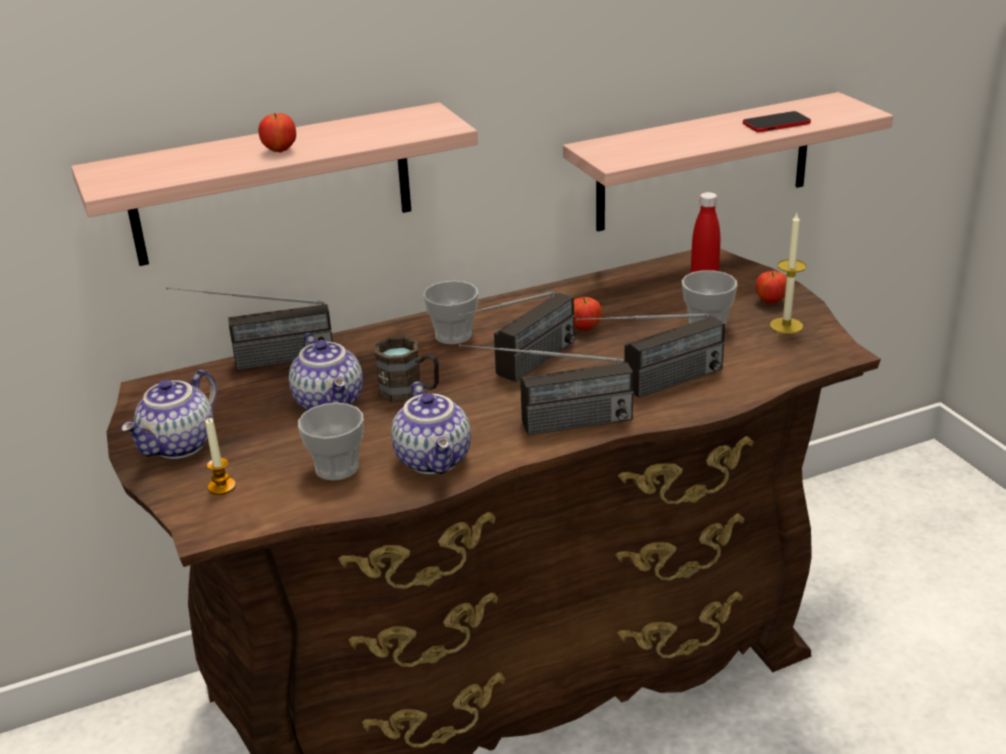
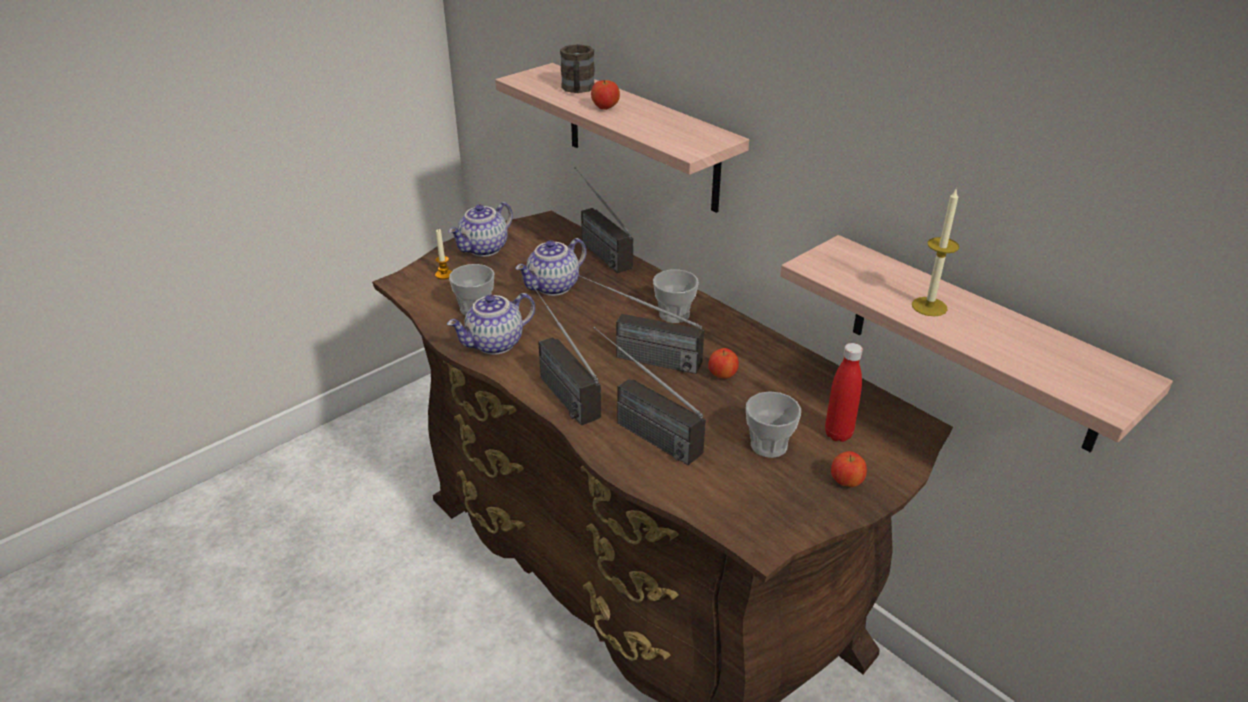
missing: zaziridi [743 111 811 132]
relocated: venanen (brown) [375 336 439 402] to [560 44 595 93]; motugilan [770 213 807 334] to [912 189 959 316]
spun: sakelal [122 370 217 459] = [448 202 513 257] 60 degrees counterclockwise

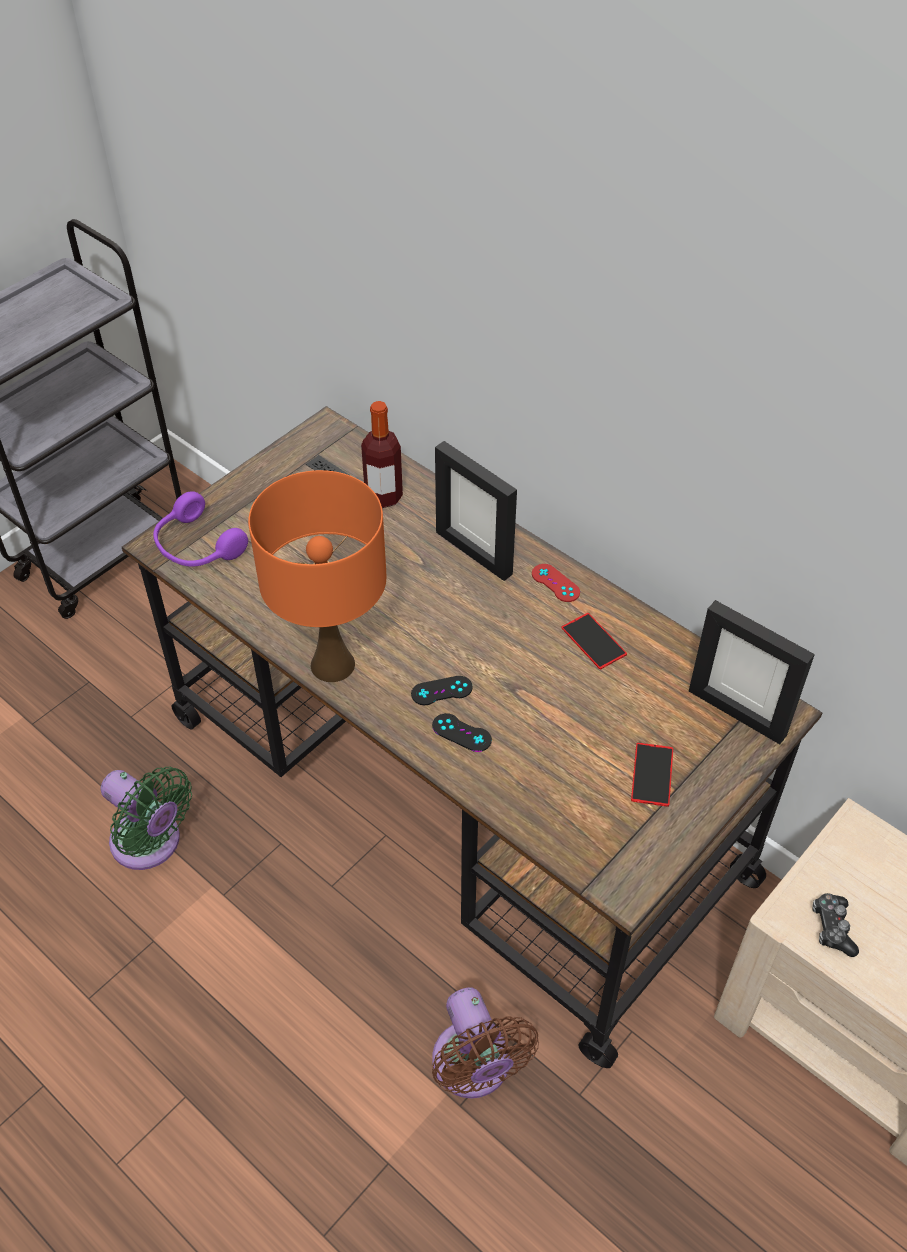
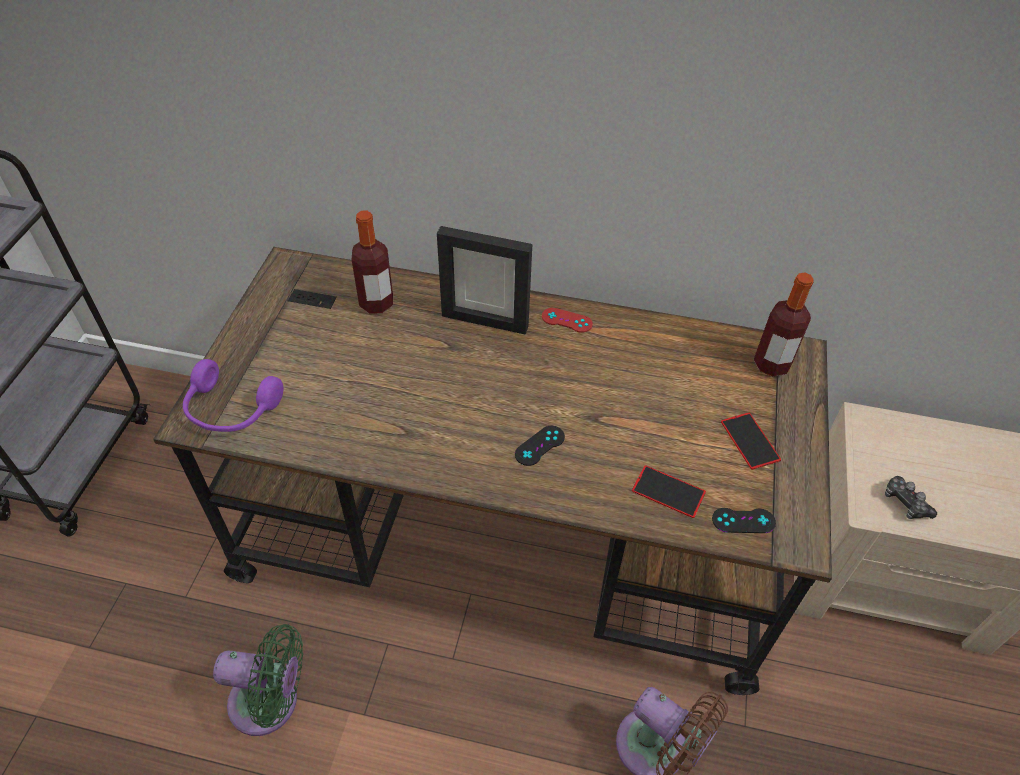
missing: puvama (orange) [248 470 387 682]
relocated: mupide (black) [432 713 492 752] to [712 508 776 533]; zaziridi [561 613 627 669] to [632 465 706 518]
exchanged: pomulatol [689 600 815 744] to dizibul [754 273 814 377]

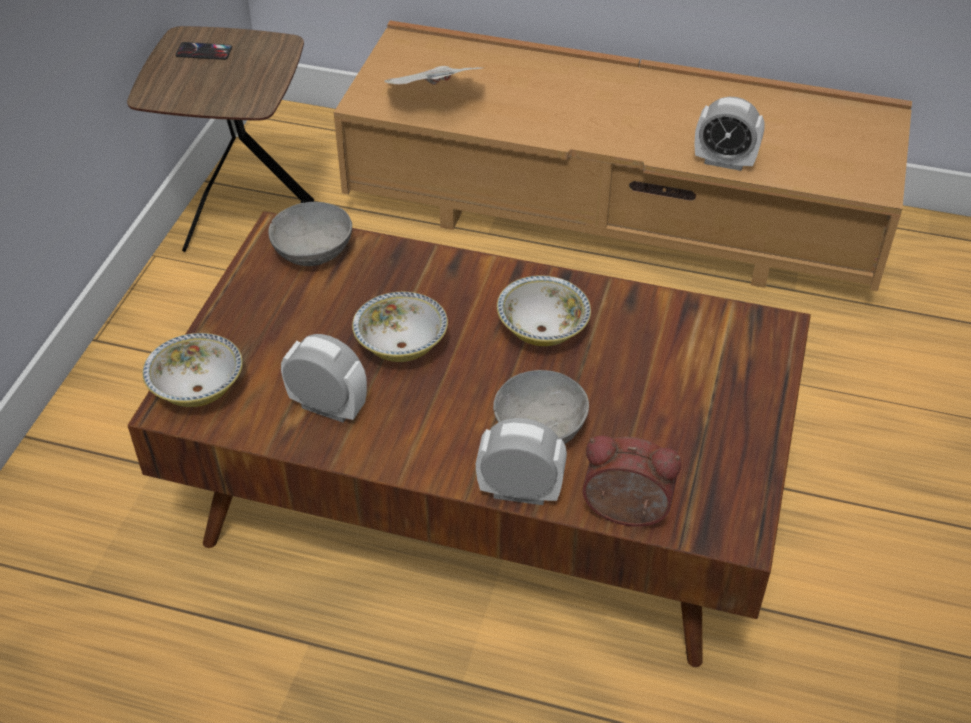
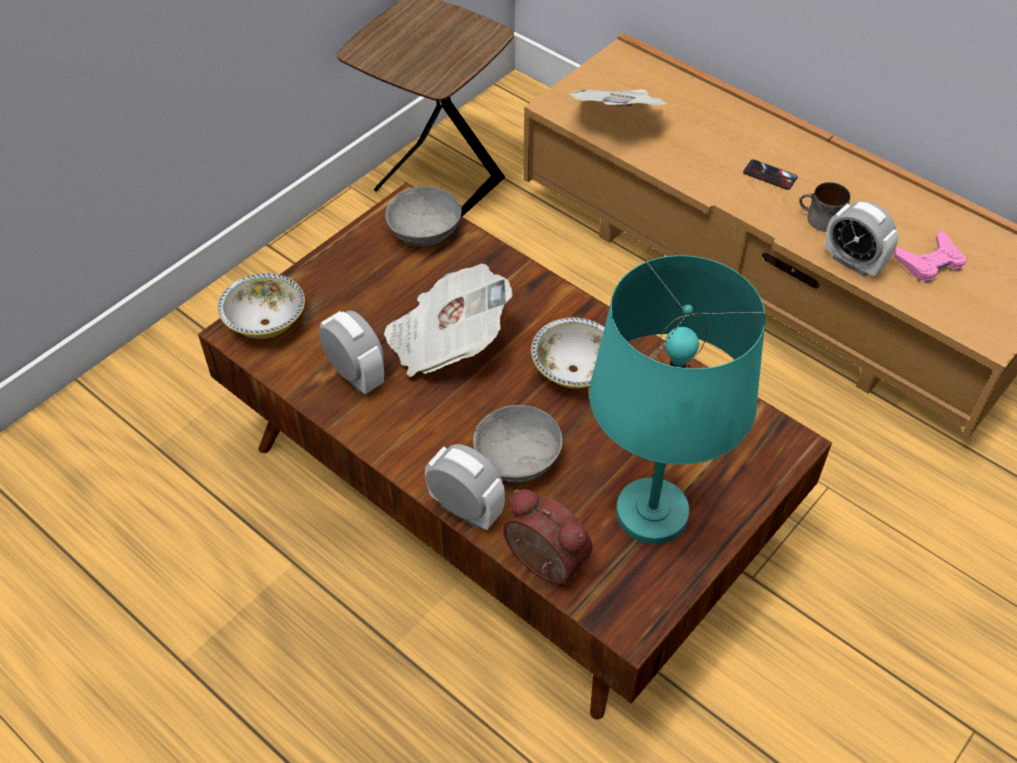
appeared: puvama (turquoise) [589 255 766 544]; venanen [799 182 851 232]; mupide (pink) [894 230 966 283]
relocated: zaziridi [176 42 232 60] to [743 159 797 190]
exchanged: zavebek [352 292 448 362] to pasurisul [384 264 512 377]

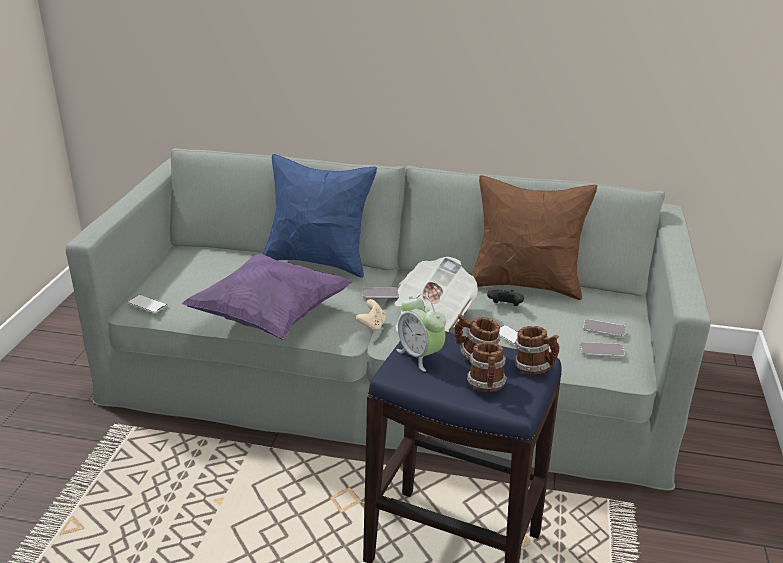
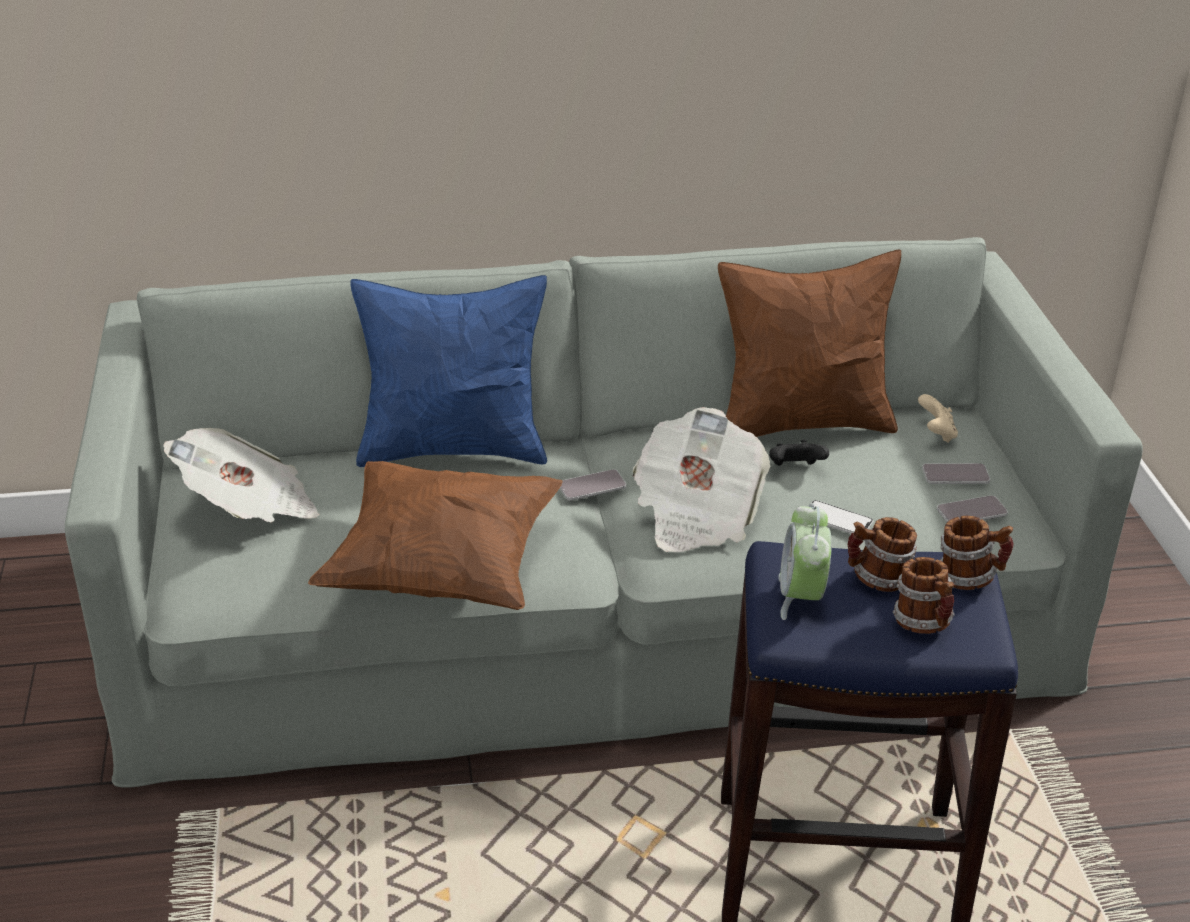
missing: zaziridi [127 294 168 313]
appeared: pasurisul [163 428 320 522]
relocated: mupide (beige) [356 299 386 333] to [918 394 958 443]
colour: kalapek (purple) [182 254 353 340] to kalapek (brown) [308 461 563 610]
spun: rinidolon [396 294 446 372] = [779 503 832 620] 60 degrees clockwise

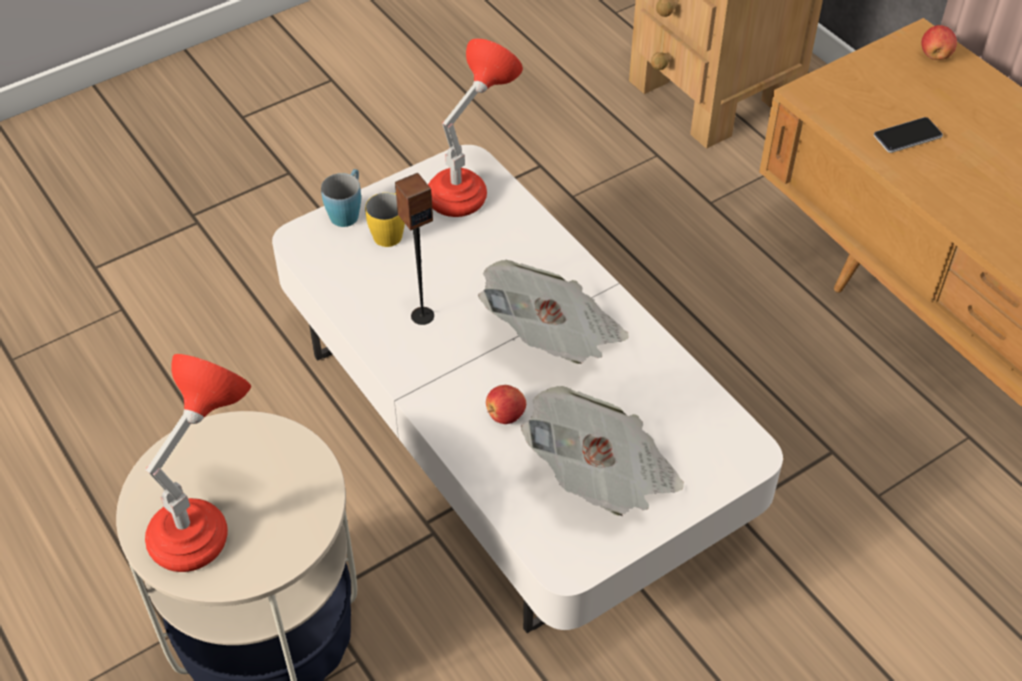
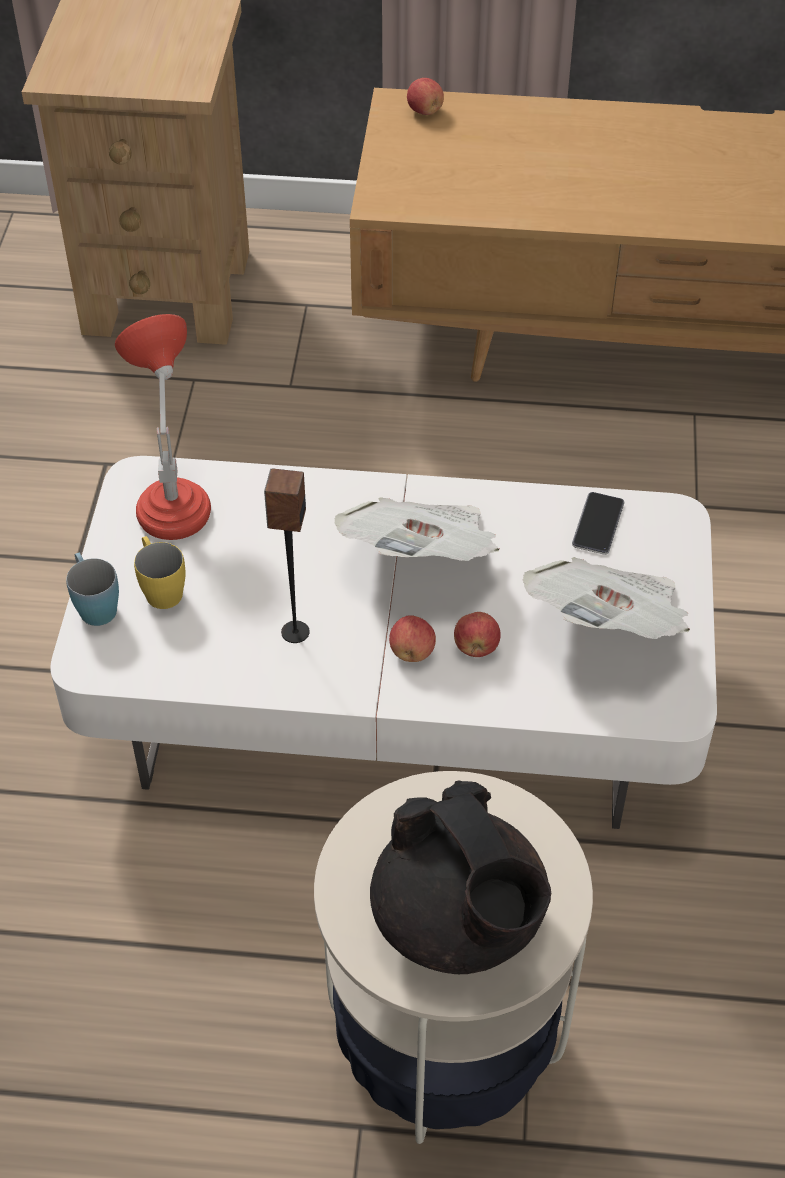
appeared: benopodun [389 615 436 662]
relocated: zaziridi [874 117 943 153] to [572 492 624 554]
exchanged: puvama (red) [145 354 251 572] to sakelal (black) [370 780 551 974]

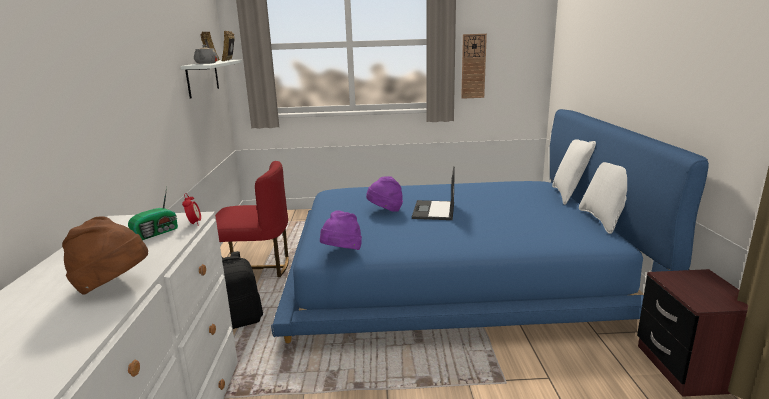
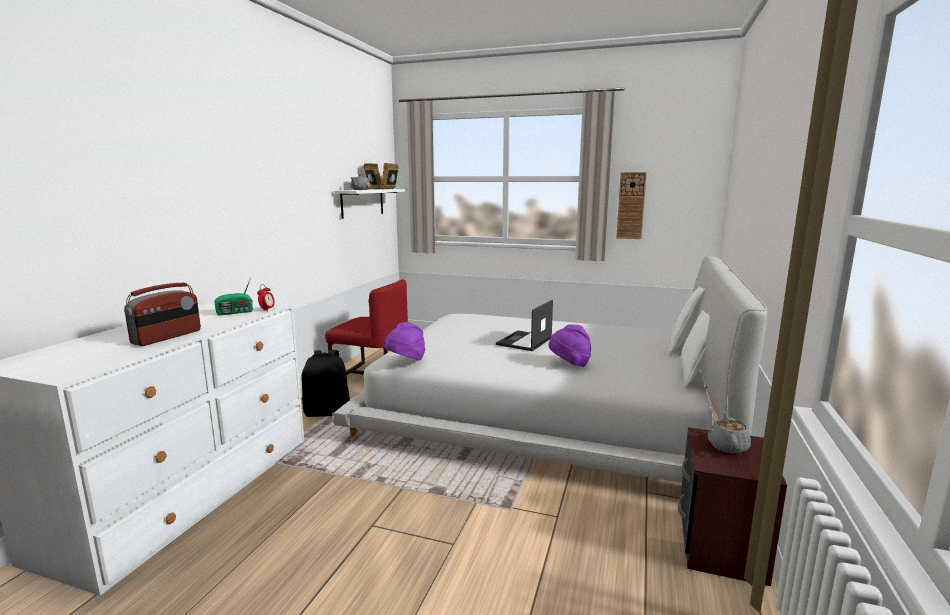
appeared: sakelal (grey) [708 411 751 454]
relocated: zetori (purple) [366 176 403 212] to [549 324 591 367]
exchanged: zetori (brown) [62 216 148 295] to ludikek [124 283 201 346]
colour: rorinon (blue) [271 109 709 343] to rorinon (white) [332 255 767 483]

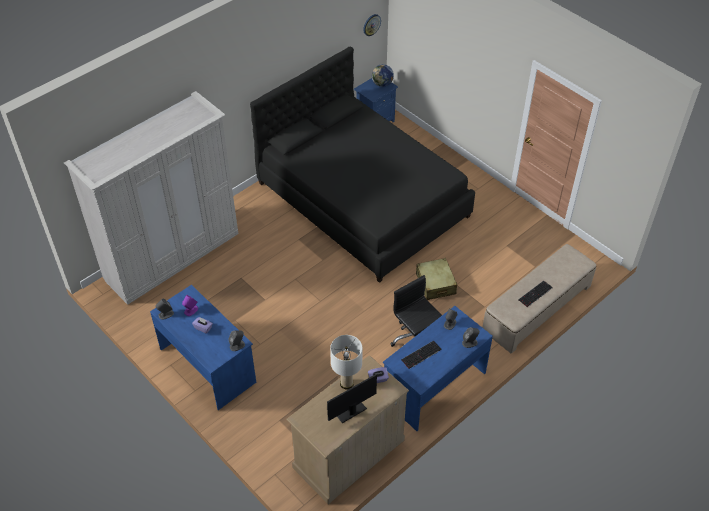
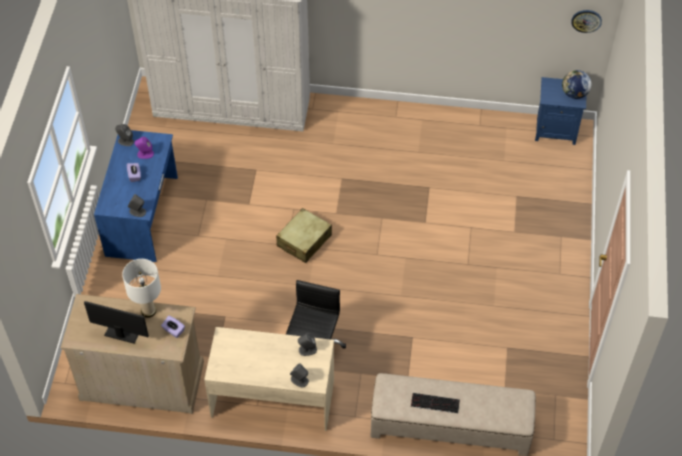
missing: rorinon (black) [250 47 475 283]; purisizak [401 340 442 369]
relocated: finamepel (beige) [416 258 457 300] to [276 208 332 263]
colour: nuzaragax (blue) [383 306 493 431] to nuzaragax (beige) [204 327 334 431]

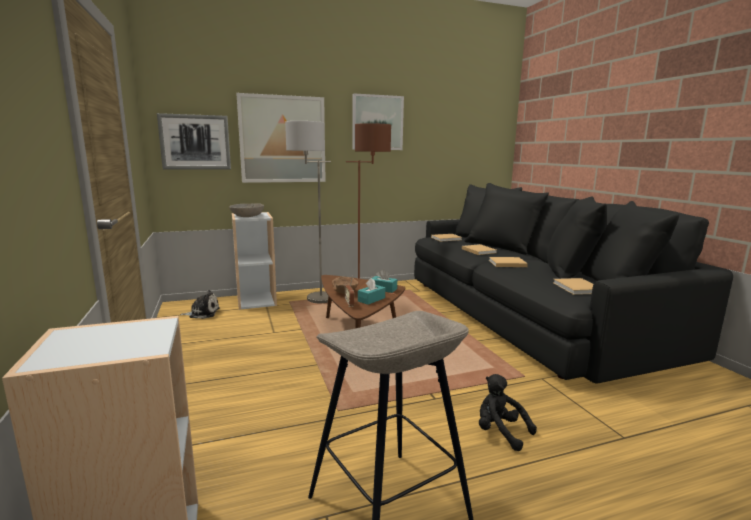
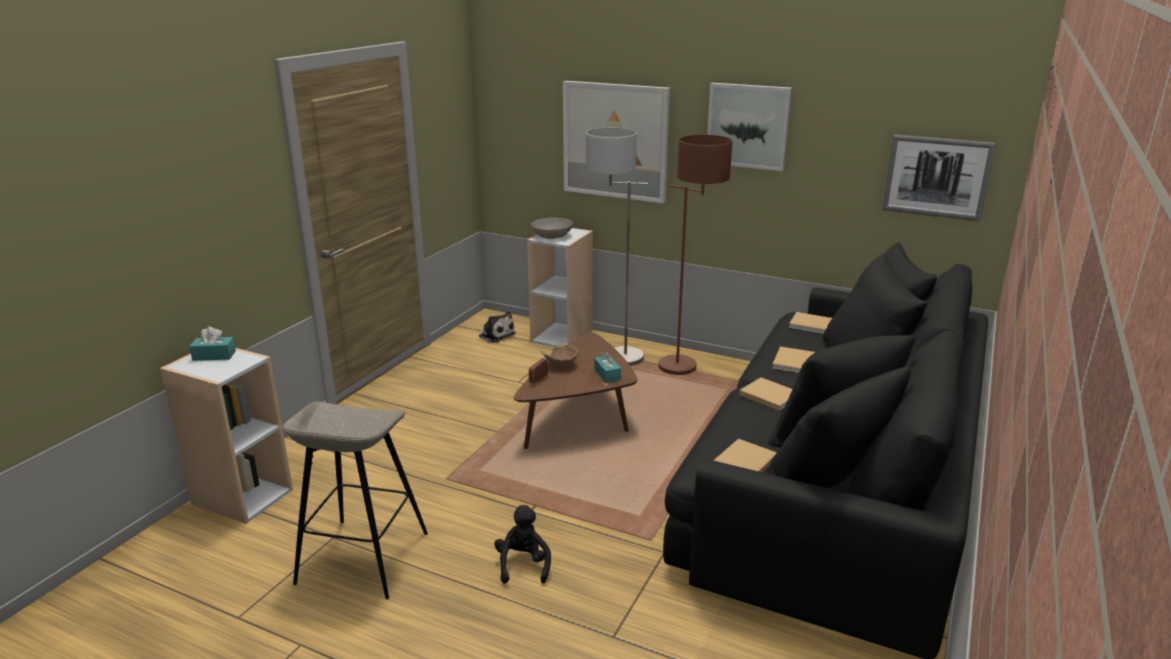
relocated: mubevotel [157 113 231 170] to [882 134 996 221]; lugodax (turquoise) [358 278 385 305] to [189 327 236 361]

